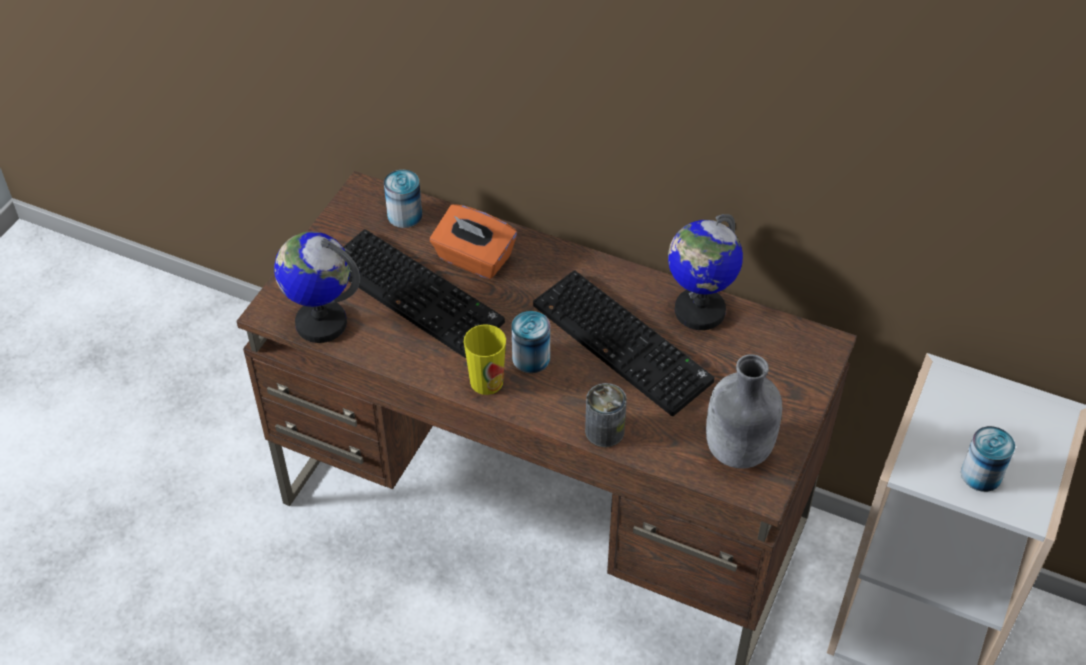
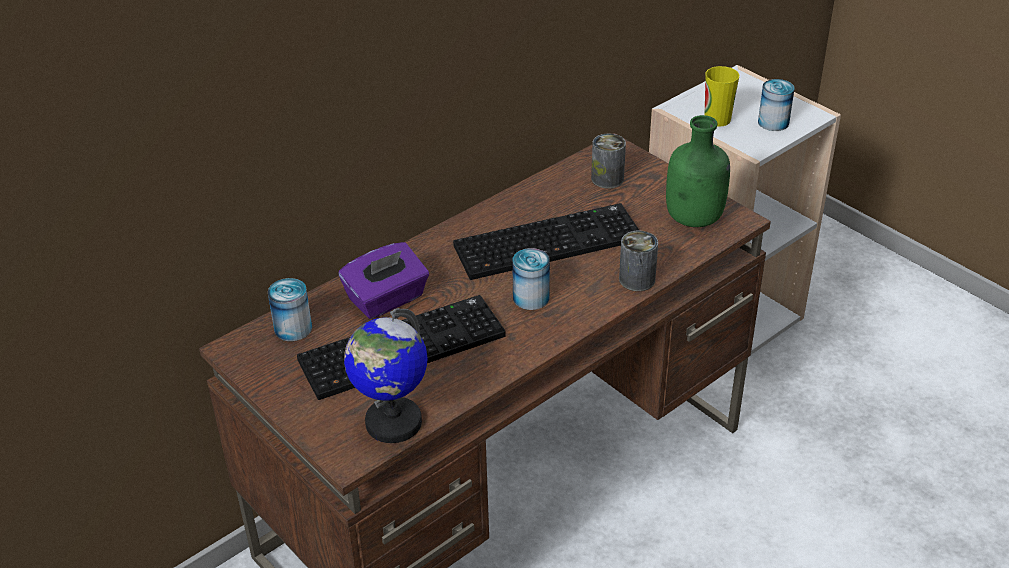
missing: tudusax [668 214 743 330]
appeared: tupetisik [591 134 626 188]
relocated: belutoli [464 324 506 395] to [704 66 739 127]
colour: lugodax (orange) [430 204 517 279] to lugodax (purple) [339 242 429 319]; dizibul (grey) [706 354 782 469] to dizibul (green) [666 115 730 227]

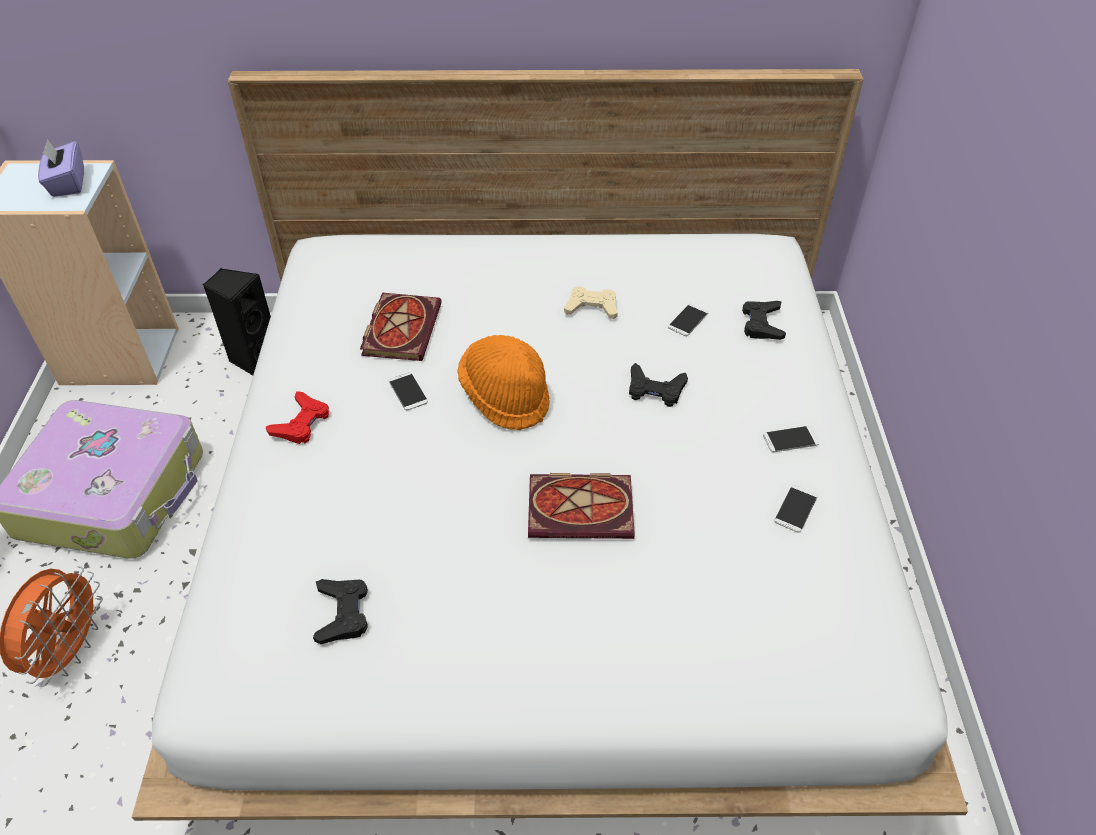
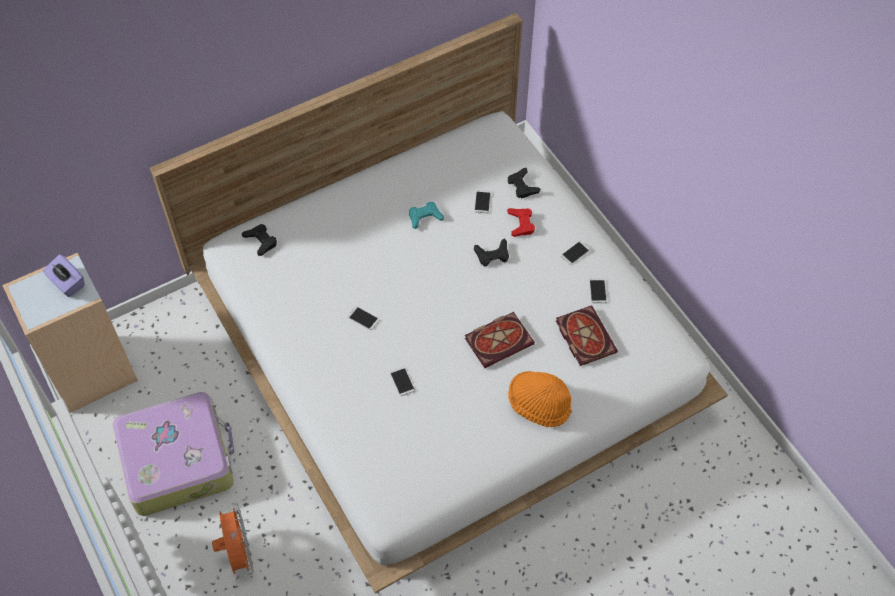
missing: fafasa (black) [203 268 271 376]
appeared: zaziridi [390 367 415 396]
relocated: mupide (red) [266 391 329 444] to [507 208 535 237]; mupide (black) [313 579 368 644] to [242 224 277 256]; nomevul [360 293 442 361] to [556 305 618 366]; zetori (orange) [458 335 550 430] to [508 371 572 427]
colour: mupide (beige) [564 286 618 319] to mupide (turquoise) [409 202 444 229]

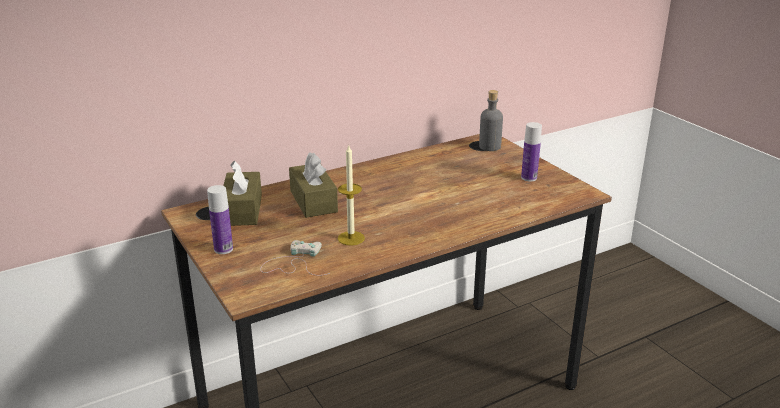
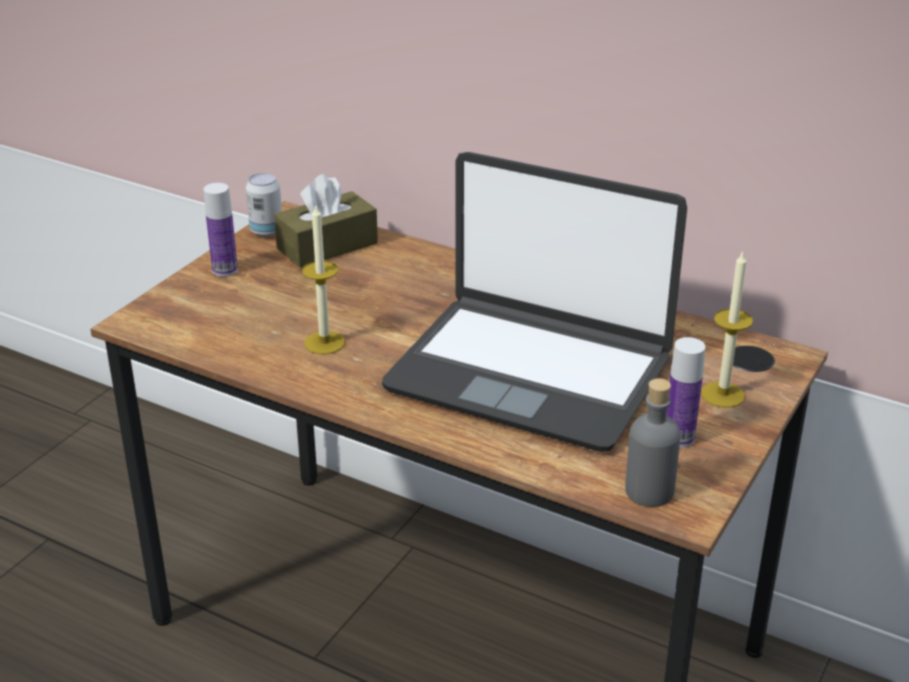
missing: mupide (white) [260 240 330 276]; lugodax (brown) [289 152 338 218]
appeared: tupetisik [246 173 282 237]; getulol [382 152 687 452]; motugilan [701 250 753 408]
relocated: dizibul (grey) [479 90 503 151] to [625 378 681 507]

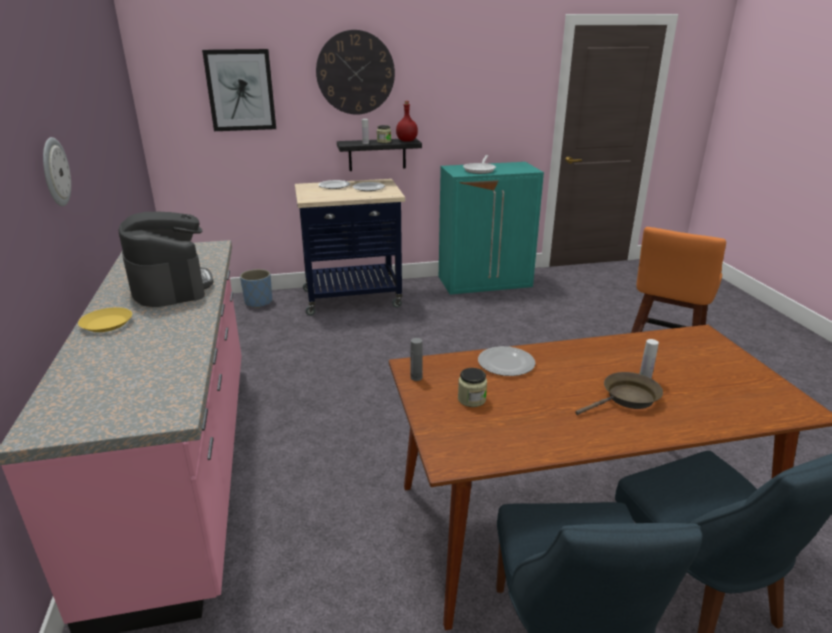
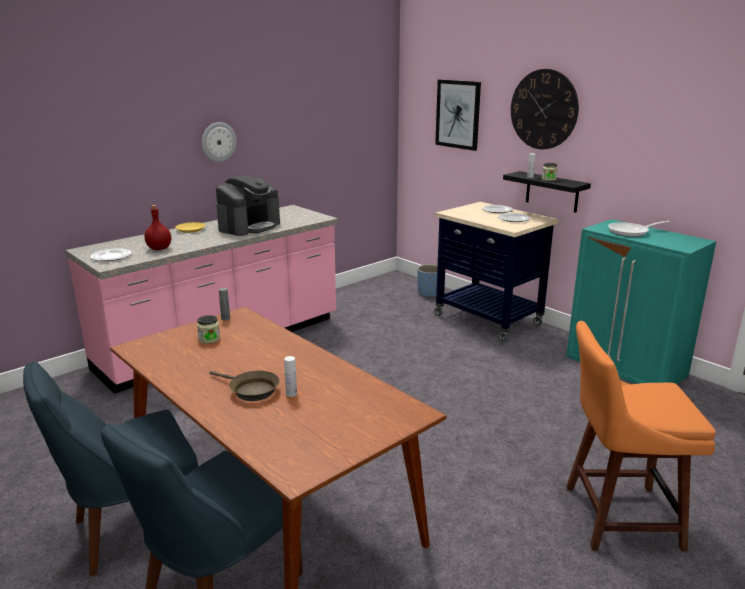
relocated: dizibul (red) [396 101 418 142] to [145 205 171 250]; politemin [478 346 535 376] to [91 248 131 261]

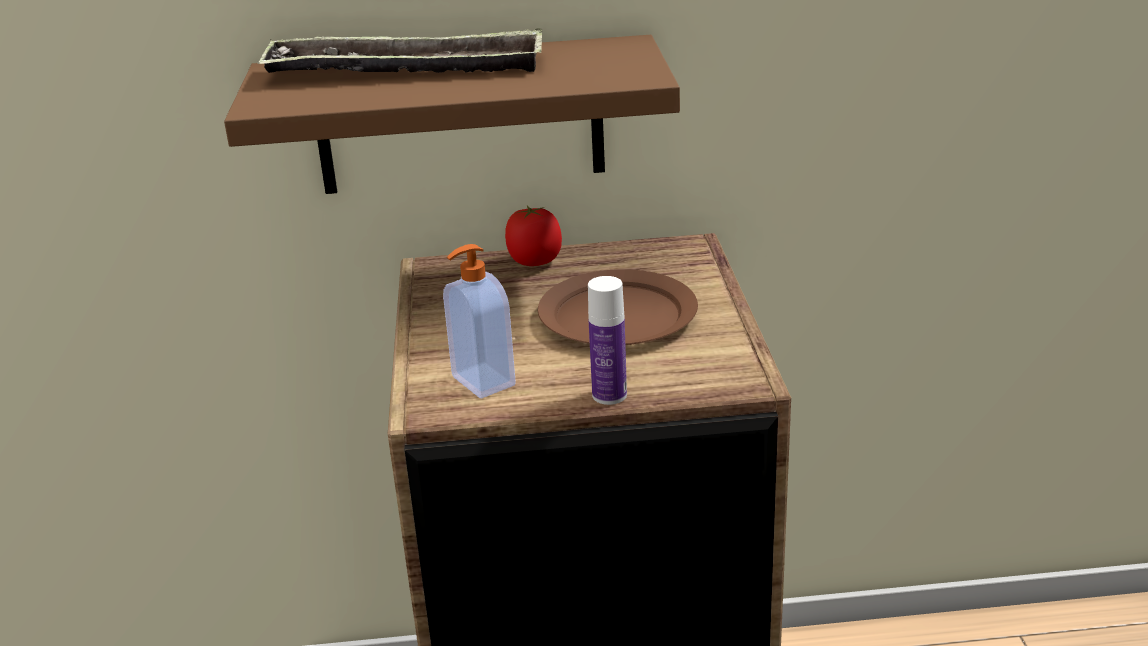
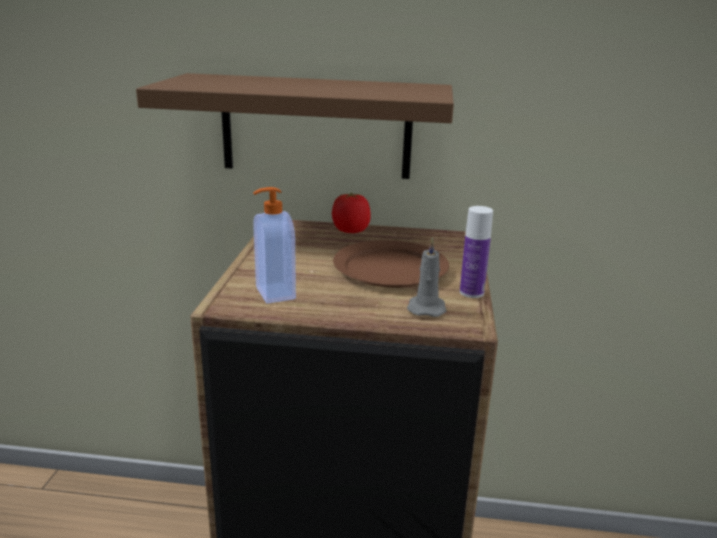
missing: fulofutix [257 28 542 73]
appeared: motugilan (grey) [407 237 447 317]
relocated: dizibul [588 276 627 405] to [460 206 493 298]

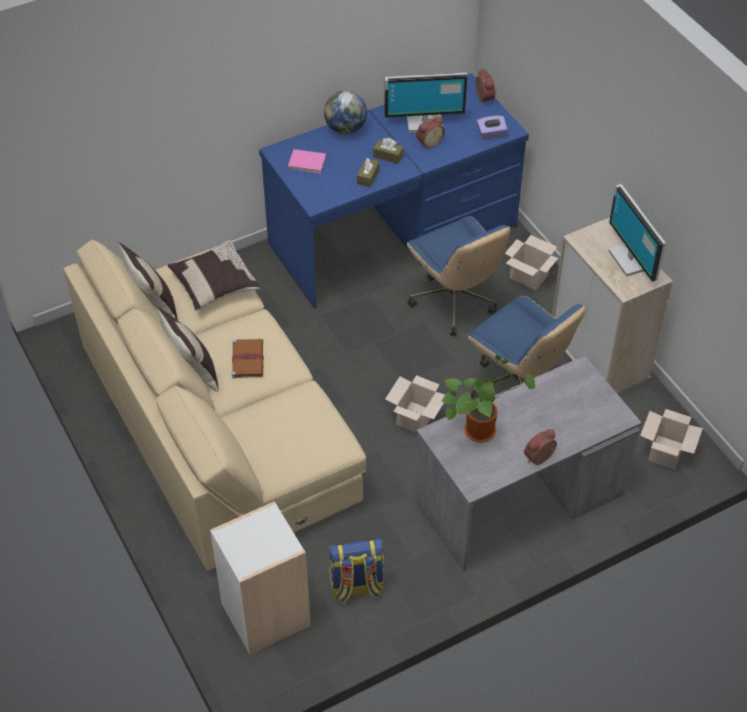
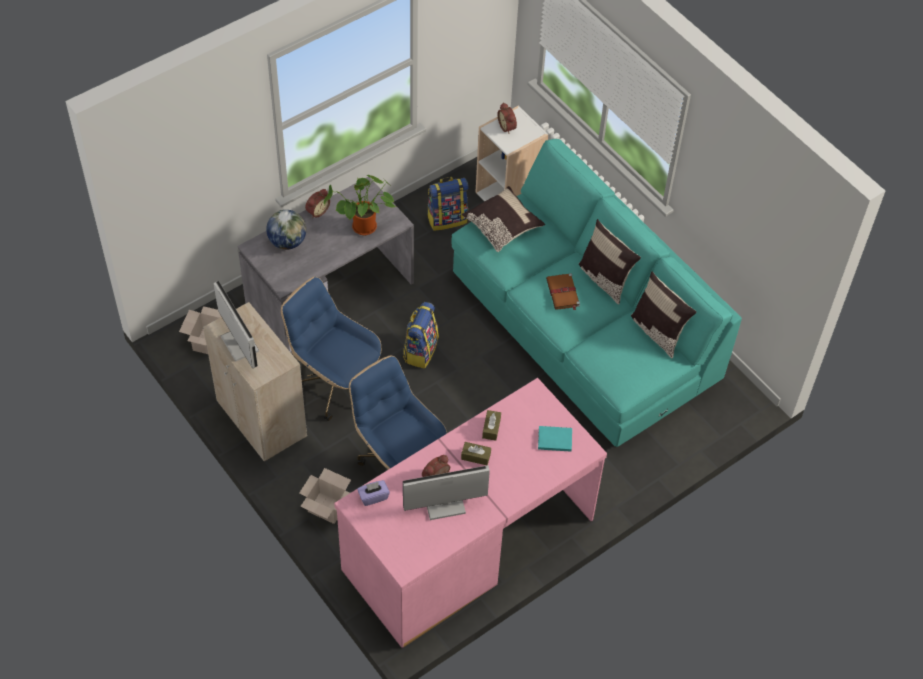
relocated: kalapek [168 240 261 310] to [462 186 545 252]; tudusax [324 90 367 135] to [266 210 306 250]; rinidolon [476 68 495 104] to [497 103 517 133]
exchanged: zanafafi [385 375 445 433] to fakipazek [403 302 439 369]
colour: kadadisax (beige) [64 240 366 571] to kadadisax (turquoise) [452 139 742 447]; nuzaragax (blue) [259 73 529 309] to nuzaragax (pink) [334 378 607 648]; nomevul (pink) [288 149 326 173] to nomevul (turquoise) [538 426 572 452]

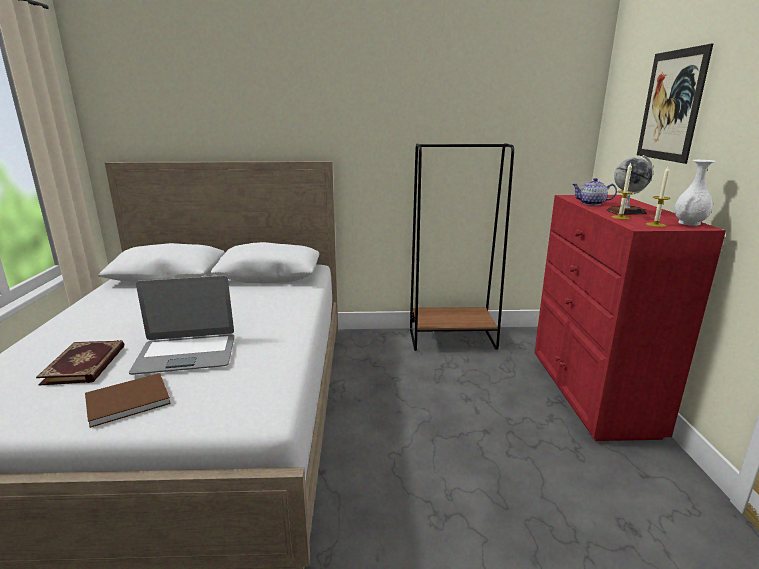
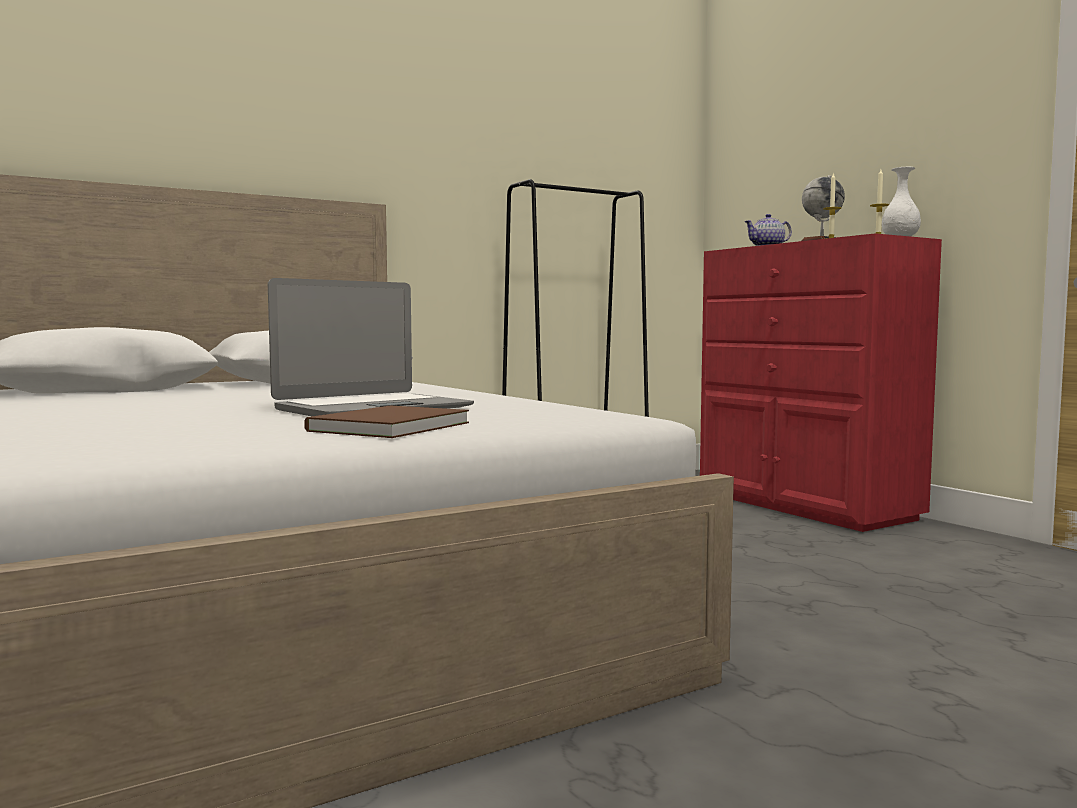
missing: nomevul [36 340 124 386]; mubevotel [637 44 713 164]

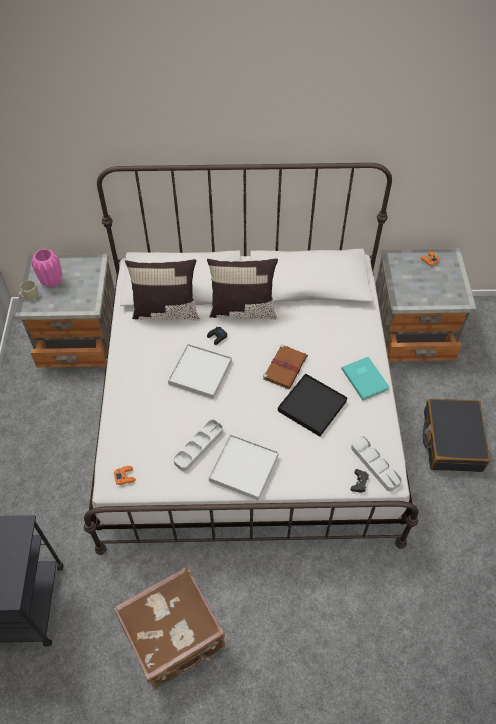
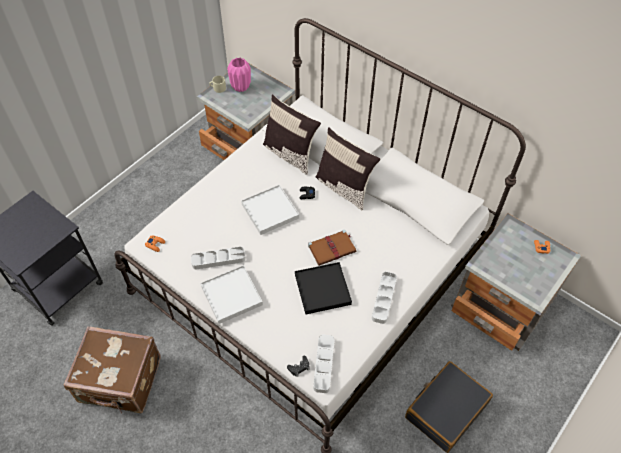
exchanged: nomevul (turquoise) [341 357 390 401] to fulofutix (grey) [372 272 397 324]

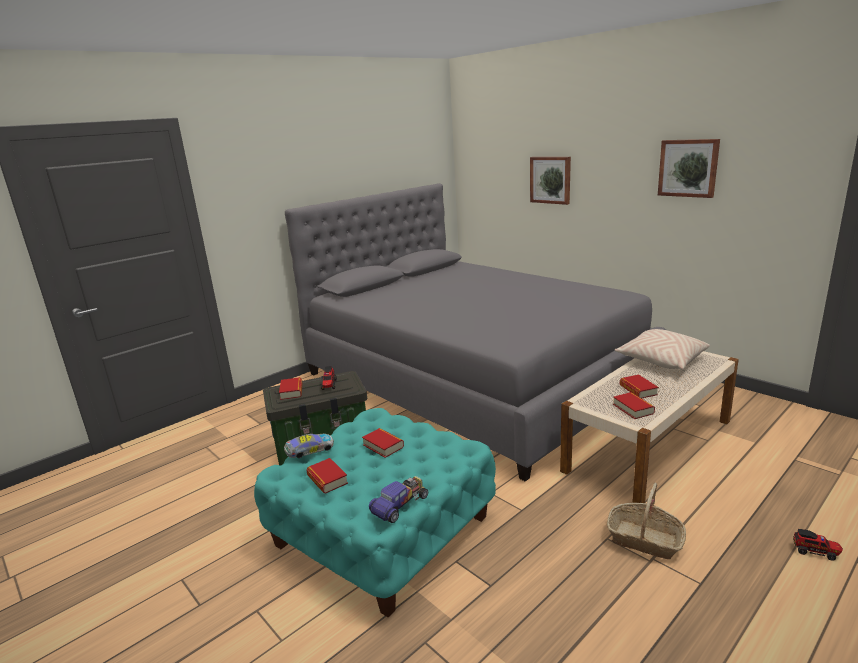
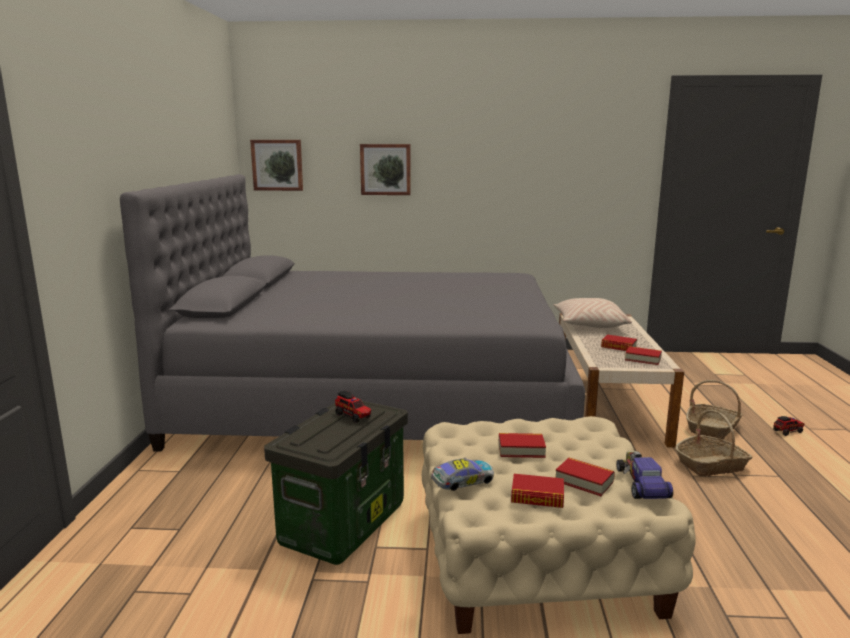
appeared: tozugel [686 380 743 439]
relocated: nomevul [279 377 303 400] to [556 458 615 496]; mubevotel [658 139 720 198] to [250 140 303 191]
colour: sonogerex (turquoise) [254 408 496 618] to sonogerex (beige) [422 416 696 634]
spun: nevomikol [284 433 334 458] = [431 458 494 491] 45 degrees clockwise

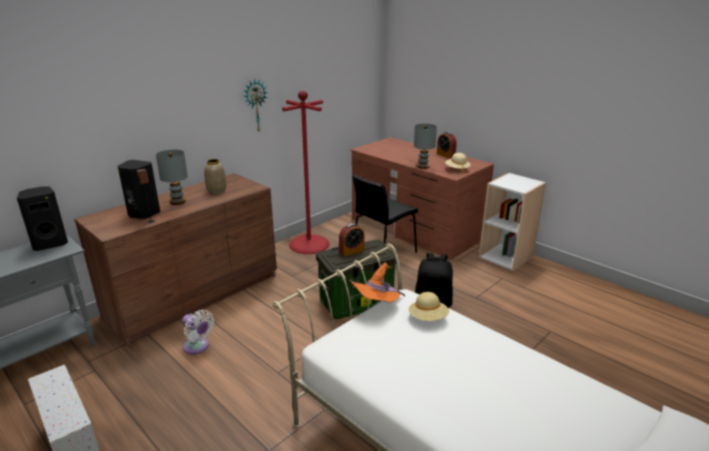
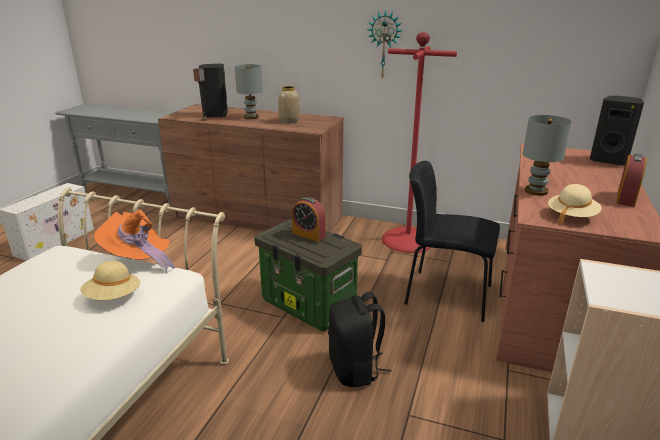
missing: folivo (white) [182 310 214 354]
relocated: fafasa (black) [17 187 68 251] to [590 96 644 166]

